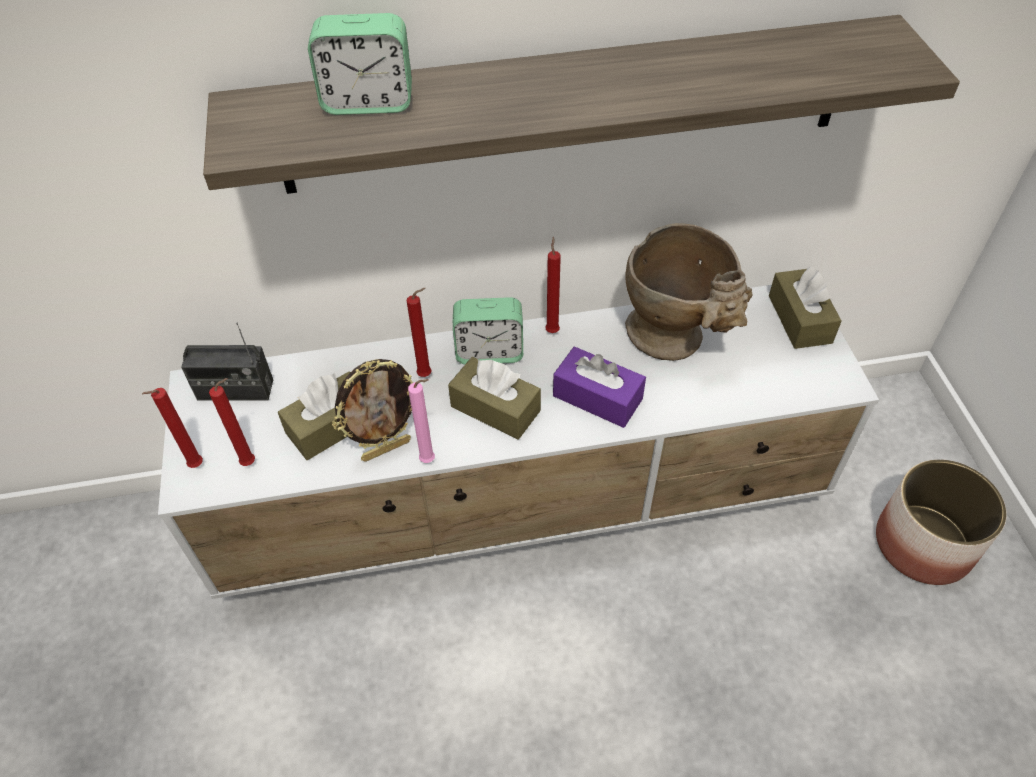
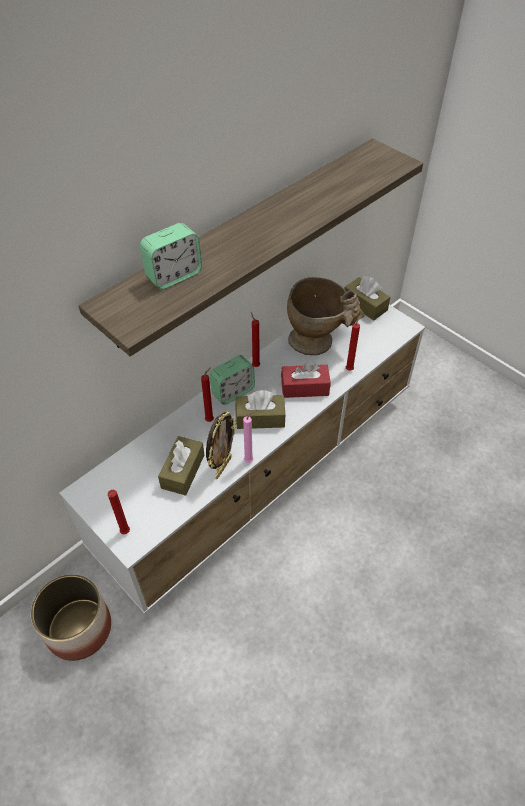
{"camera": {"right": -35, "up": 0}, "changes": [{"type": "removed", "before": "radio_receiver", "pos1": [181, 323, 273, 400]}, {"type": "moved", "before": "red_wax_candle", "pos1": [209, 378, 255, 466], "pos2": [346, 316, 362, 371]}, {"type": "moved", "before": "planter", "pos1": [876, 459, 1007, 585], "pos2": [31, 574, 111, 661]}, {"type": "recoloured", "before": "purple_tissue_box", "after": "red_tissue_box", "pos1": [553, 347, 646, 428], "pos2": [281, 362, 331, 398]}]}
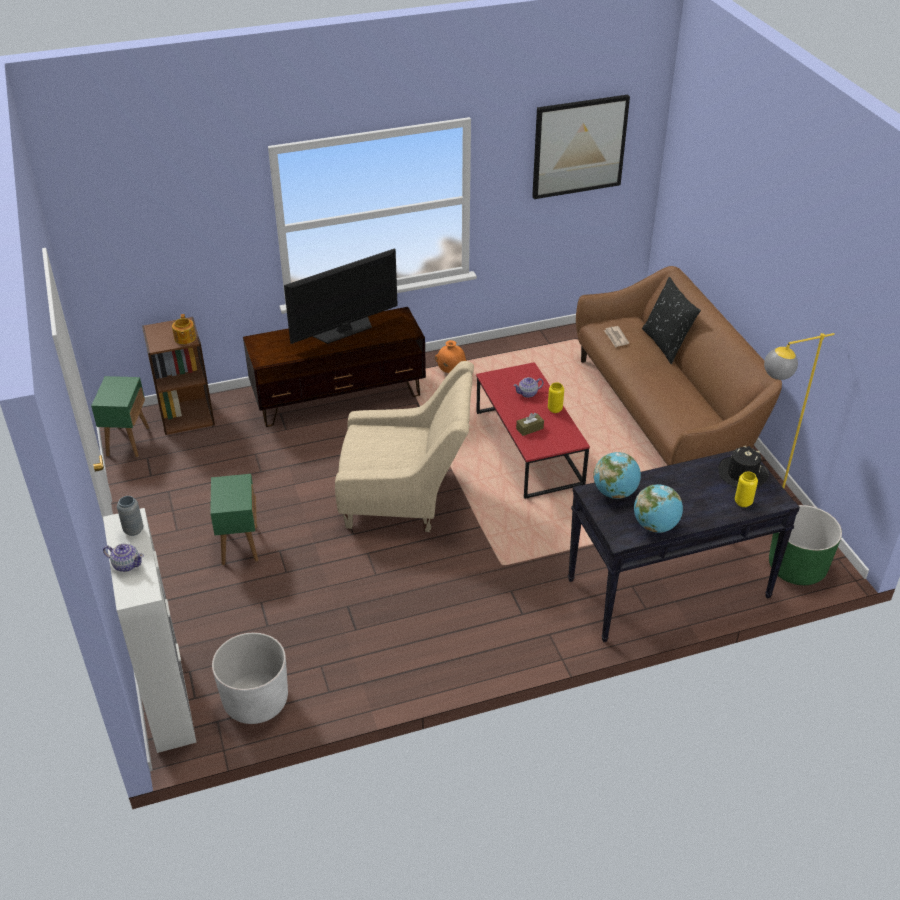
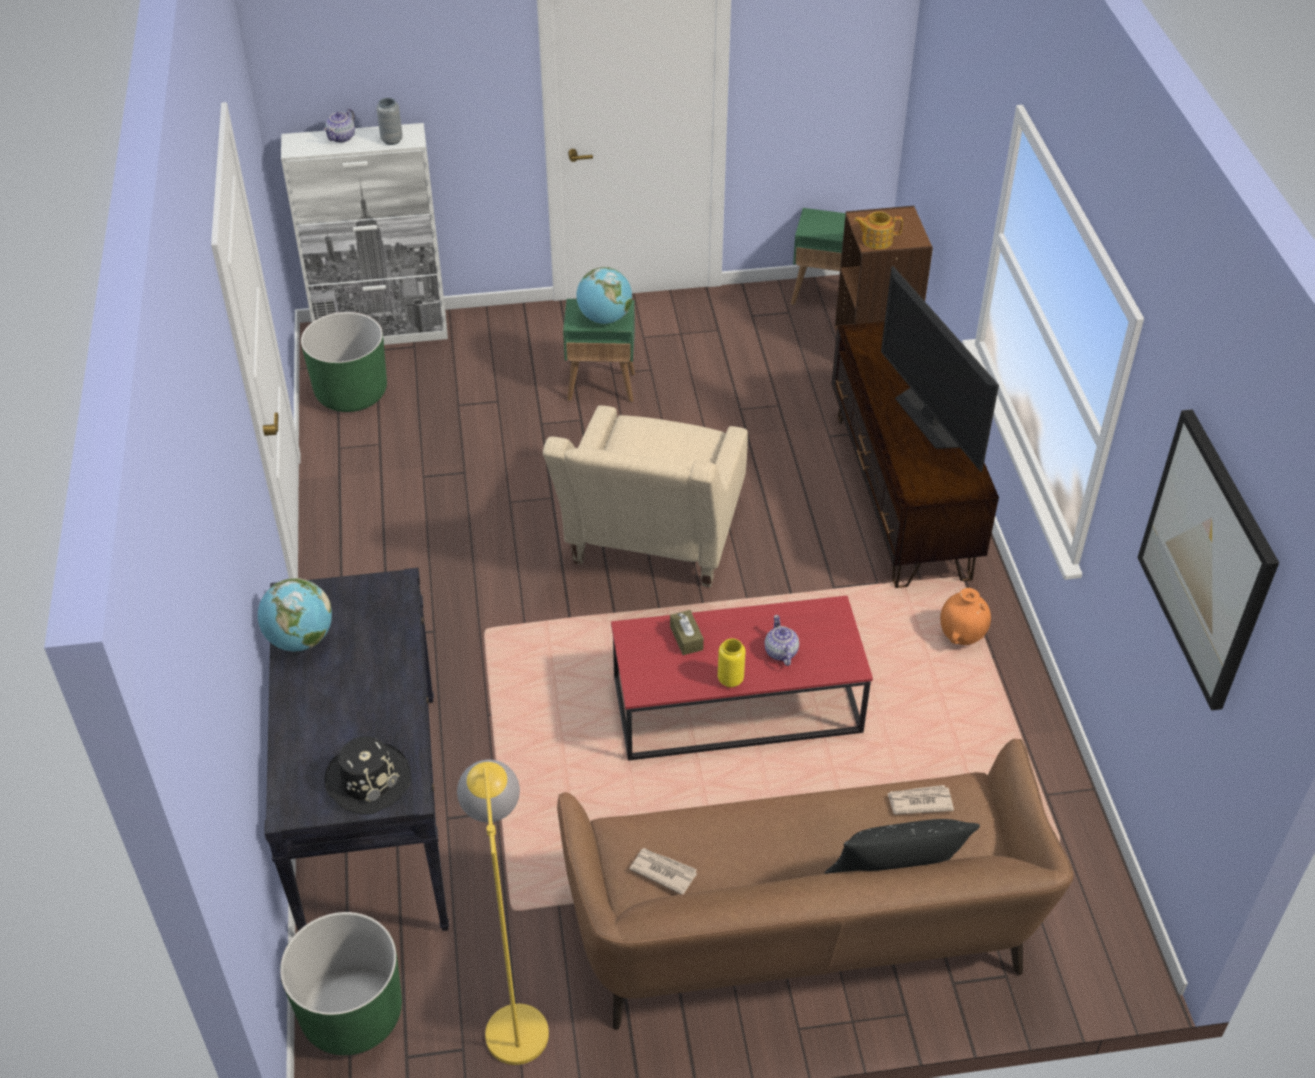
{"camera": {"right": 100, "up": 5}, "changes": [{"type": "removed", "before": "yellow-coloured_flower_vase", "pos1": [735, 471, 758, 507]}, {"type": "added", "after": "printed_paper", "pos2": [629, 848, 697, 894]}, {"type": "moved", "before": "desk_globe", "pos1": [593, 452, 641, 499], "pos2": [576, 267, 632, 324]}, {"type": "recoloured", "before": "white-coloured_planter", "after": "green_planter", "pos1": [212, 633, 288, 724], "pos2": [301, 312, 387, 412]}]}
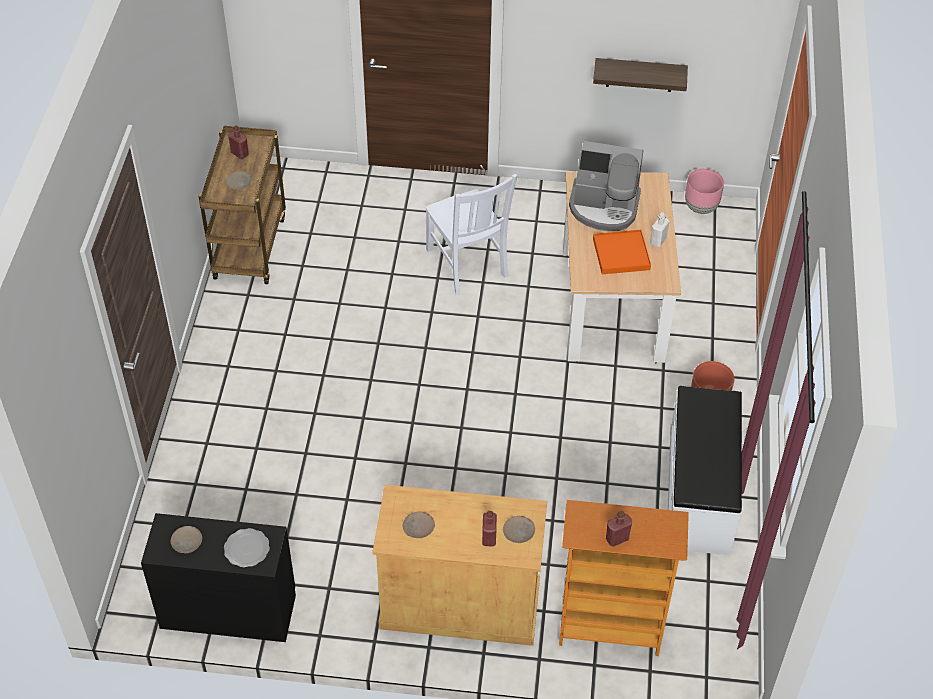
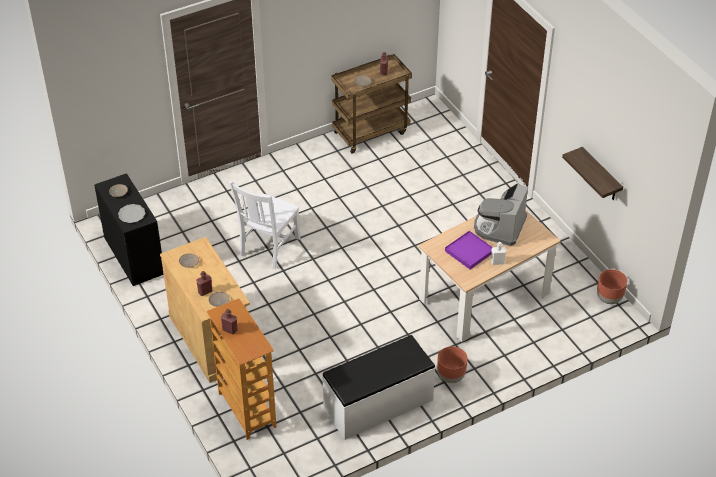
{"camera": {"right": 55, "up": -5}, "changes": [{"type": "moved", "before": "white-coloured_chair", "pos1": [425, 174, 518, 295], "pos2": [229, 181, 300, 269]}, {"type": "recoloured", "before": "orangey_tray", "after": "purple_tray", "pos1": [593, 230, 651, 274], "pos2": [445, 231, 493, 270]}, {"type": "recoloured", "before": "pink_planter", "after": "brown-coloured_planter", "pos1": [685, 168, 724, 214], "pos2": [597, 269, 627, 304]}, {"type": "turned", "before": "coffee_brewer", "pos1": [569, 141, 643, 231], "pos2": [474, 183, 528, 246], "turn": 45}]}
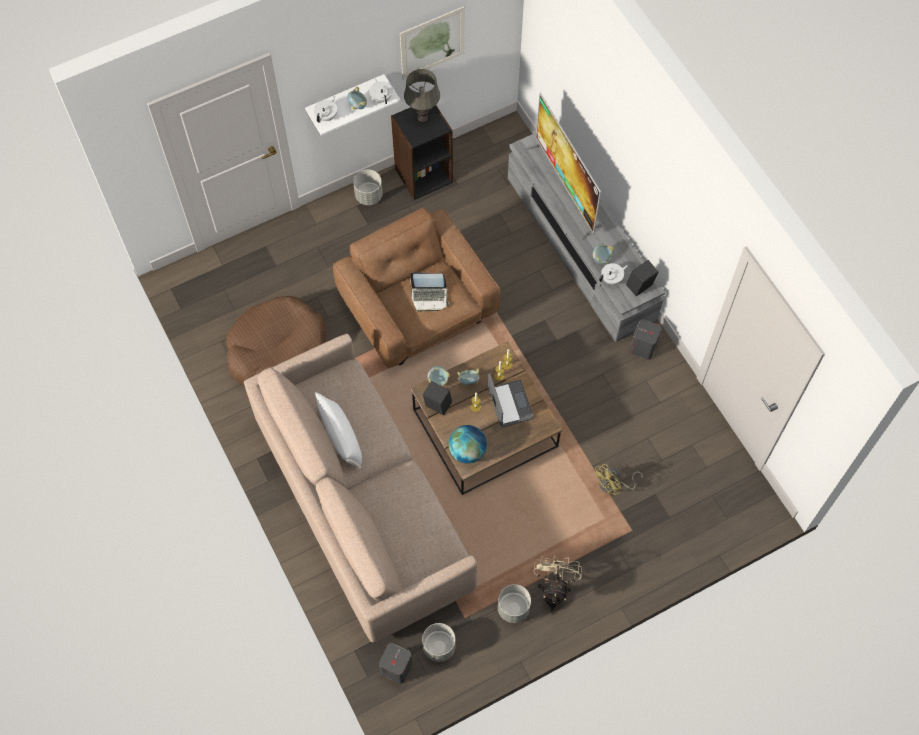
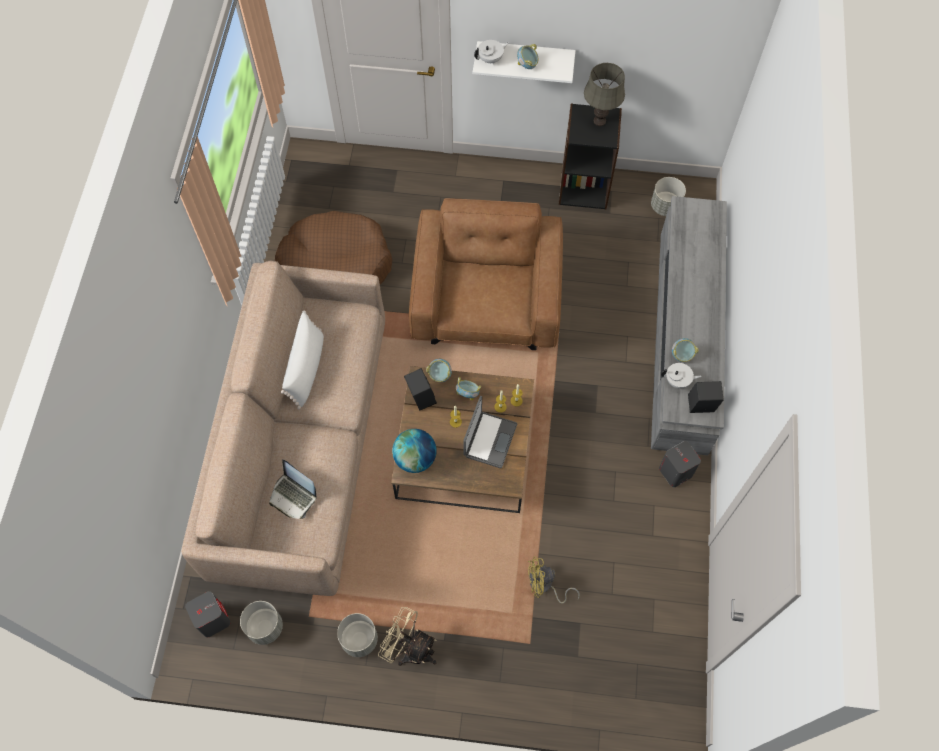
{"camera": {"right": 35, "up": 0}, "changes": [{"type": "removed", "before": "white-coloured_tea_pot", "pos1": [369, 77, 392, 104]}, {"type": "removed", "before": "wall_picture", "pos1": [400, 6, 465, 80]}, {"type": "removed", "before": "television", "pos1": [525, 93, 602, 242]}, {"type": "moved", "before": "gray_planter", "pos1": [353, 169, 383, 205], "pos2": [651, 177, 686, 216]}, {"type": "moved", "before": "portable_computer", "pos1": [410, 272, 449, 312], "pos2": [269, 459, 317, 519]}, {"type": "turned", "before": "beige-coloured_electric_fan", "pos1": [533, 555, 582, 615], "pos2": [378, 607, 437, 666], "turn": -105}]}
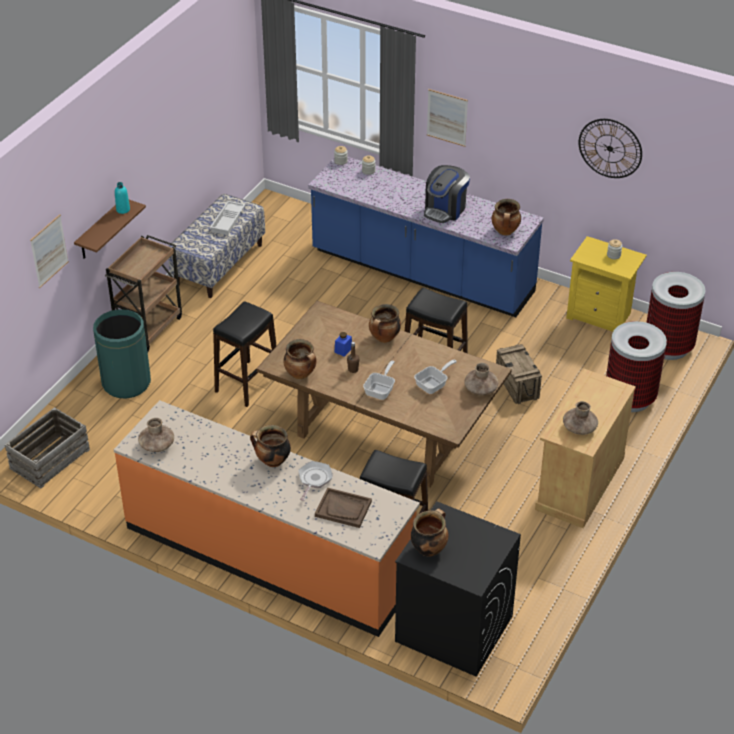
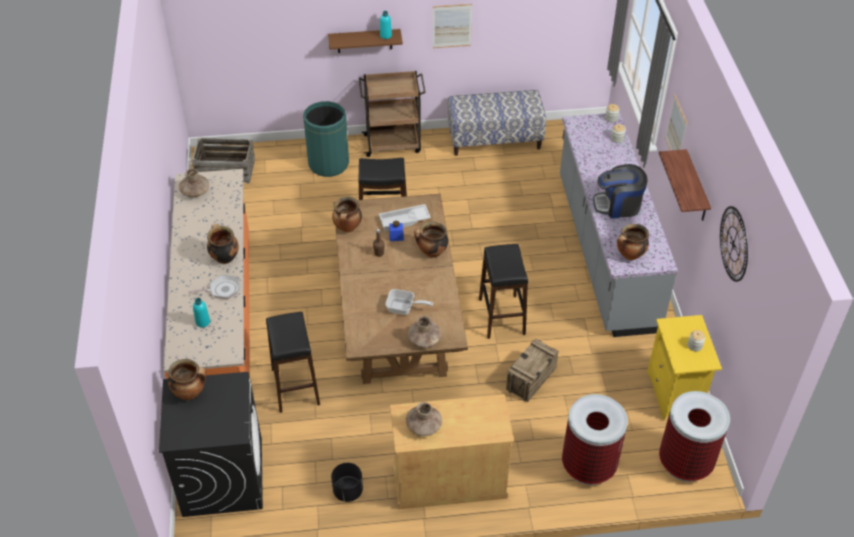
{"camera": {"right": 55, "up": 5}, "changes": [{"type": "removed", "before": "frying_pan", "pos1": [363, 361, 395, 400]}, {"type": "added", "after": "black_planter", "pos2": [331, 463, 363, 502]}, {"type": "added", "after": "shelf", "pos2": [659, 149, 711, 221]}, {"type": "moved", "before": "wall_picture", "pos1": [30, 214, 69, 288], "pos2": [432, 4, 472, 48]}, {"type": "moved", "before": "white-coloured_tray", "pos1": [210, 201, 245, 235], "pos2": [379, 204, 431, 231]}, {"type": "replaced", "before": "brown-coloured_tray", "after": "turquoise-coloured_drink_bottle", "pos1": [315, 487, 372, 528], "pos2": [193, 298, 210, 327]}, {"type": "recoloured", "before": "bluish_kitchen_base_unit", "after": "gray_kitchen_base_unit", "pos1": [308, 157, 544, 317], "pos2": [560, 112, 678, 337]}]}
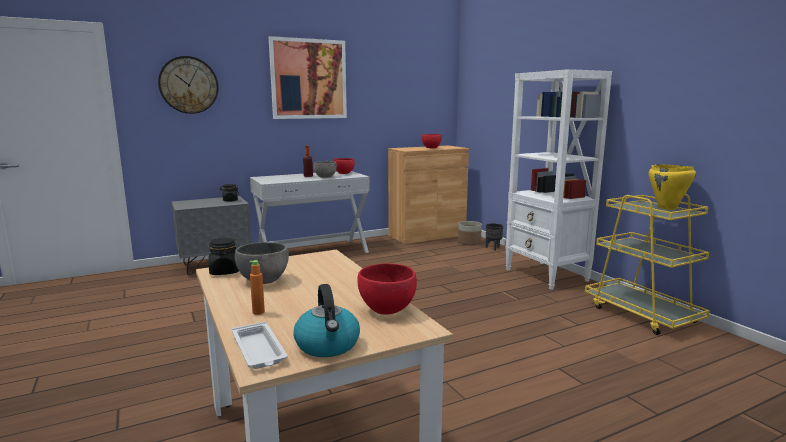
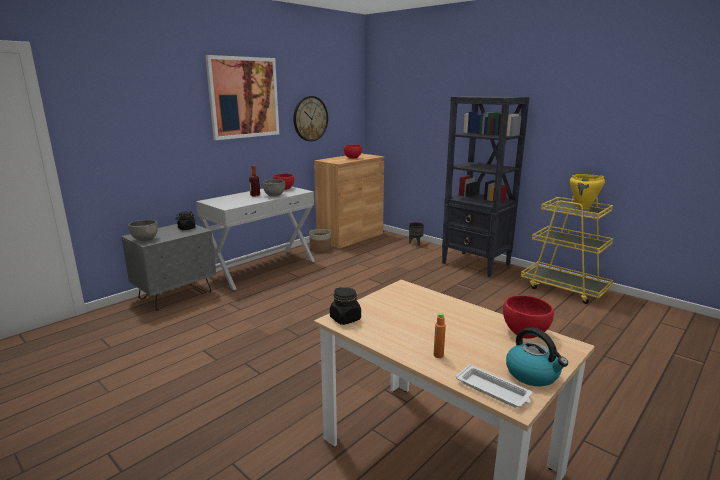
{"camera": {"right": -20, "up": 5}, "changes": [{"type": "moved", "before": "wall_clock", "pos1": [158, 56, 219, 114], "pos2": [293, 96, 328, 141]}, {"type": "moved", "before": "gray_bowl", "pos1": [235, 242, 289, 284], "pos2": [128, 220, 158, 241]}, {"type": "moved", "before": "planter", "pos1": [458, 221, 482, 245], "pos2": [309, 229, 331, 253]}, {"type": "recoloured", "before": "white-coloured_bookcase", "after": "black_bookcase", "pos1": [505, 69, 612, 290], "pos2": [442, 96, 530, 277]}]}
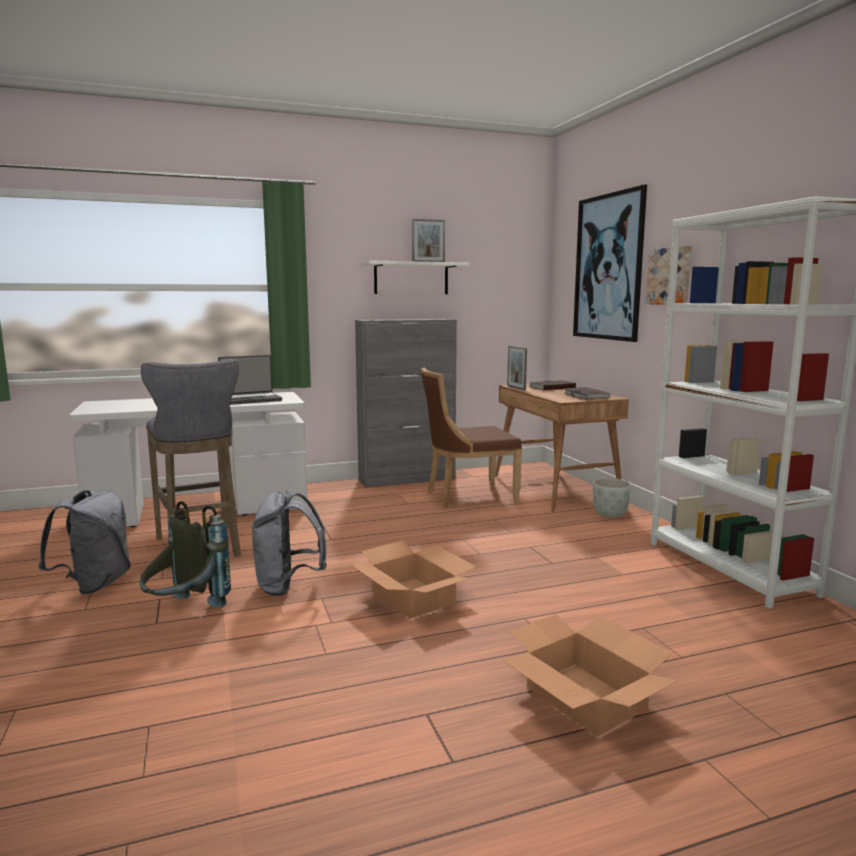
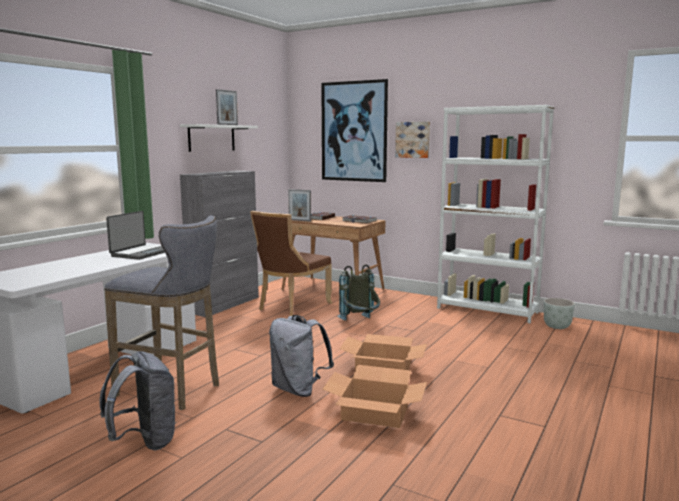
{"camera": {"right": -40, "up": 0}, "changes": [{"type": "moved", "before": "gray_rucksack", "pos1": [140, 501, 231, 608], "pos2": [338, 264, 380, 321]}, {"type": "moved", "before": "packing_box", "pos1": [503, 614, 678, 736], "pos2": [323, 365, 427, 428]}, {"type": "moved", "before": "gray_planter", "pos1": [593, 478, 631, 518], "pos2": [544, 298, 575, 329]}]}
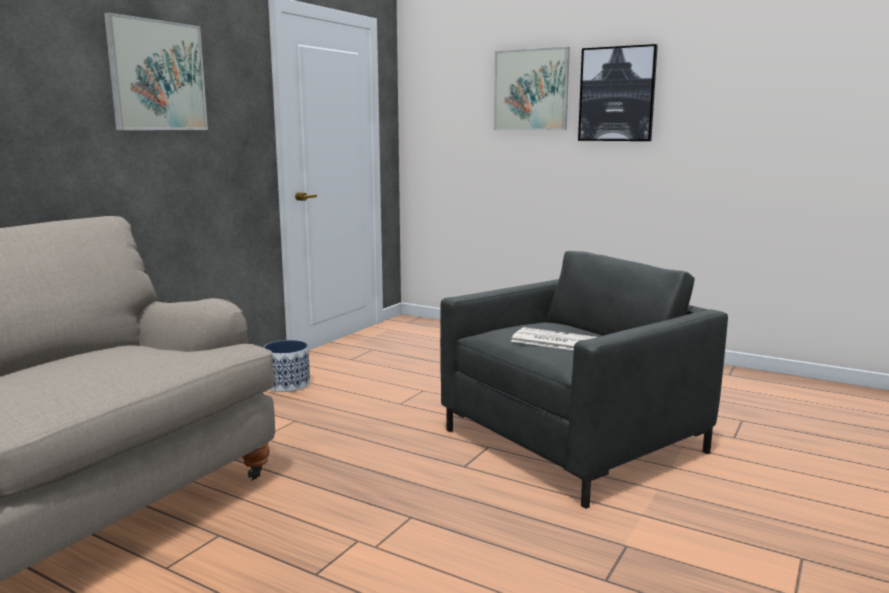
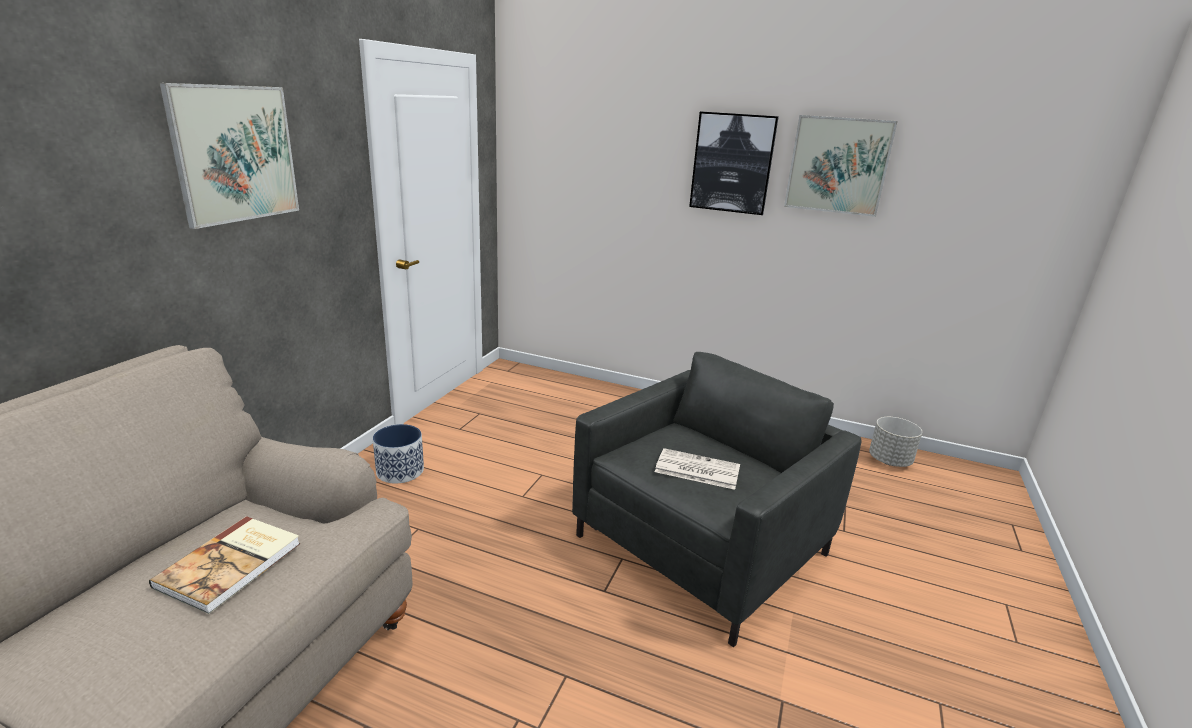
{"camera": {"right": -10, "up": 10}, "changes": [{"type": "added", "after": "bound_book", "pos2": [149, 516, 300, 614]}, {"type": "added", "after": "gray_planter", "pos2": [869, 417, 922, 467]}, {"type": "moved", "before": "wall_picture", "pos1": [494, 47, 570, 130], "pos2": [784, 115, 898, 217]}]}
